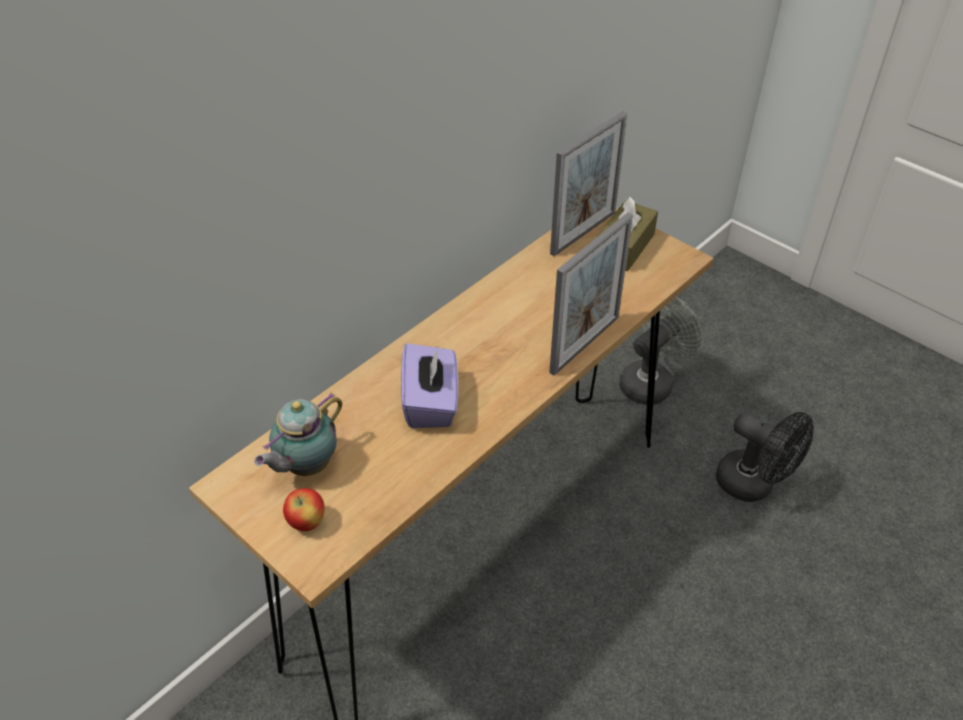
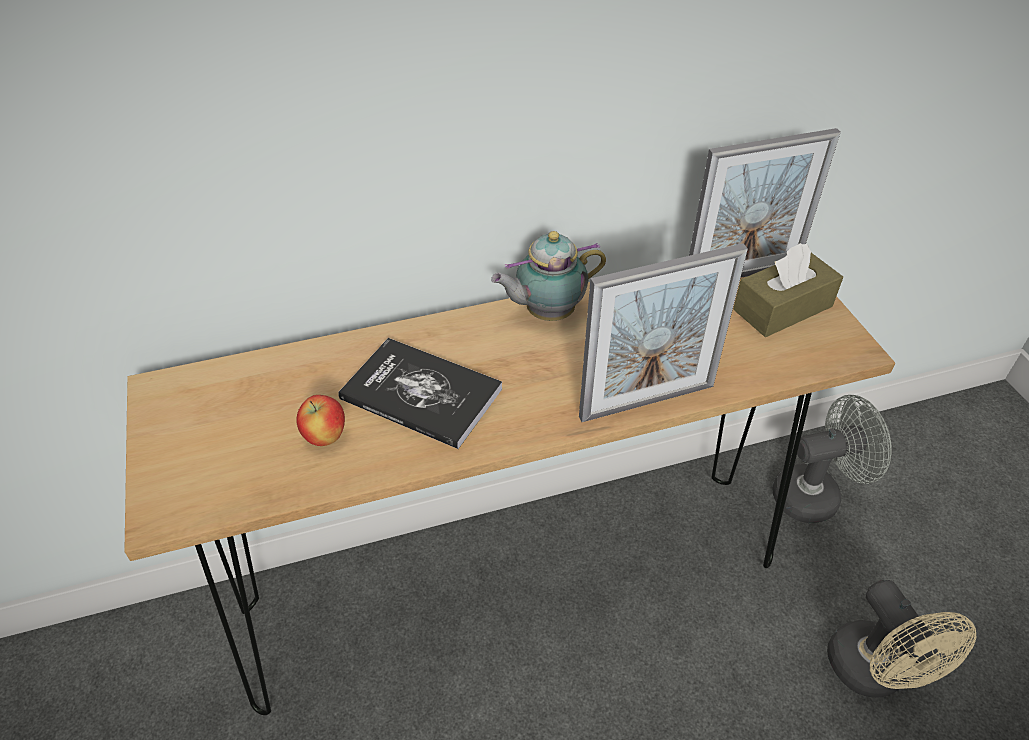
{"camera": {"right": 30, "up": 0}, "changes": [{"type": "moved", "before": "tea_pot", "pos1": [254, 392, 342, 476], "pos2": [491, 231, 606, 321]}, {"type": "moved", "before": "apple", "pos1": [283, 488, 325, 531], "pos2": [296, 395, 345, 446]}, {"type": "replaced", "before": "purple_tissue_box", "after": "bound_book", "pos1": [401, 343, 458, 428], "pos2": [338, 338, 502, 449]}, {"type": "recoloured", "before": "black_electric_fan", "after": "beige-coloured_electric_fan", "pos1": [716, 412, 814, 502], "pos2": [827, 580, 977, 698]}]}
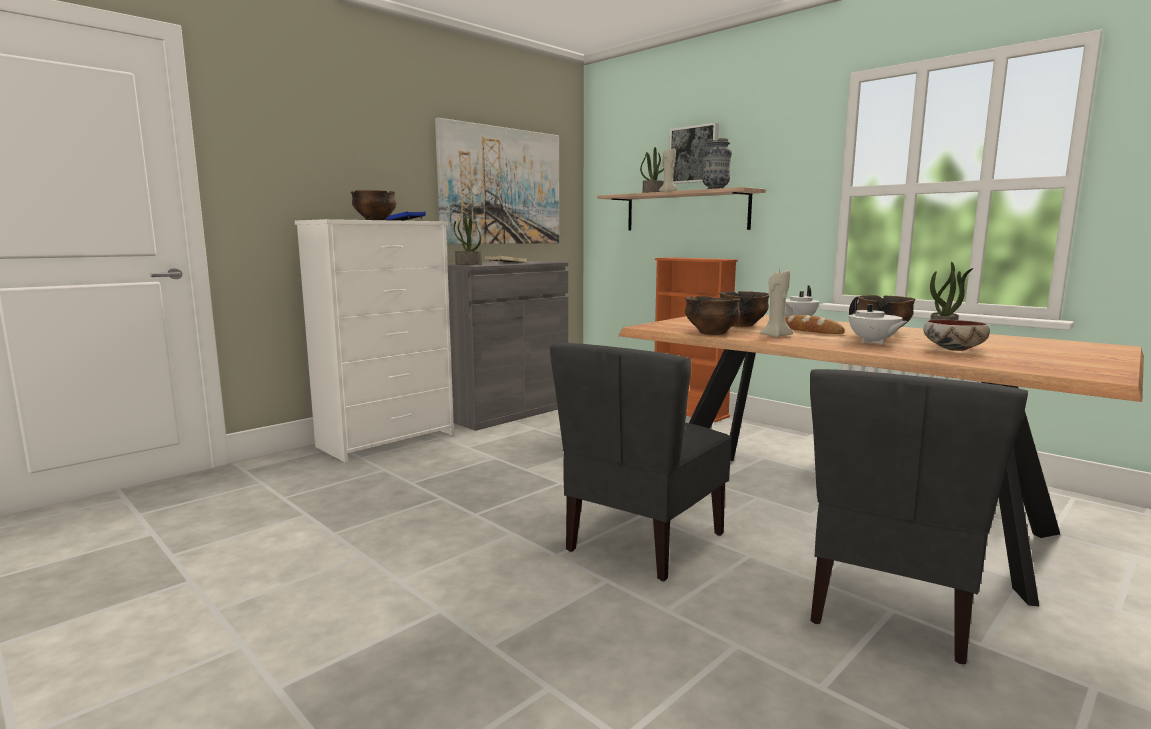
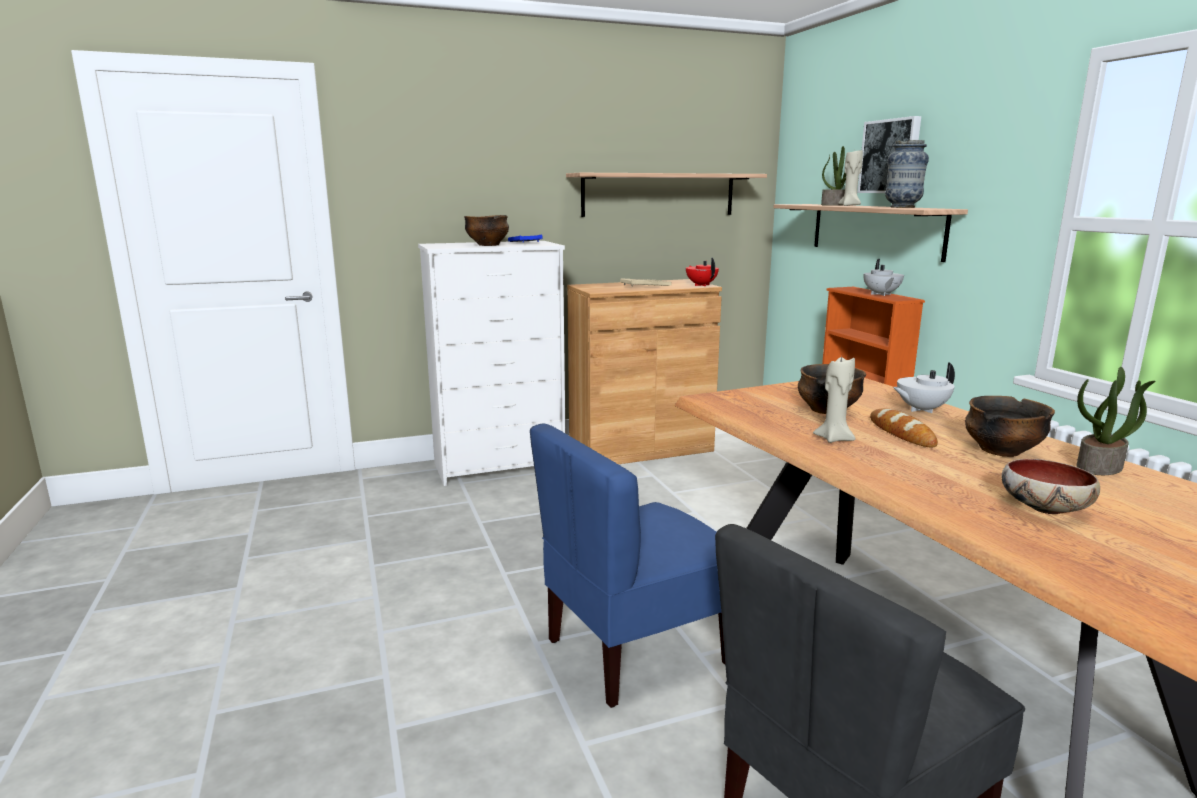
{"camera": {"right": 25, "up": 5}, "changes": [{"type": "removed", "before": "houseplant", "pos1": [453, 215, 482, 265]}, {"type": "removed", "before": "bowl", "pos1": [685, 296, 740, 335]}, {"type": "added", "after": "red_tea_pot", "pos2": [686, 258, 719, 286]}, {"type": "moved", "before": "white-coloured_tea_pot", "pos1": [849, 297, 907, 344], "pos2": [863, 259, 904, 296]}, {"type": "replaced", "before": "wall_picture", "after": "shelf", "pos1": [435, 118, 559, 244], "pos2": [566, 173, 767, 217]}, {"type": "recoloured", "before": "gray_cabinet", "after": "brown-coloured_cabinet", "pos1": [448, 261, 568, 431], "pos2": [567, 279, 722, 464]}, {"type": "recoloured", "before": "gray_chair", "after": "bluish_chair", "pos1": [550, 343, 731, 581], "pos2": [530, 424, 725, 708]}]}
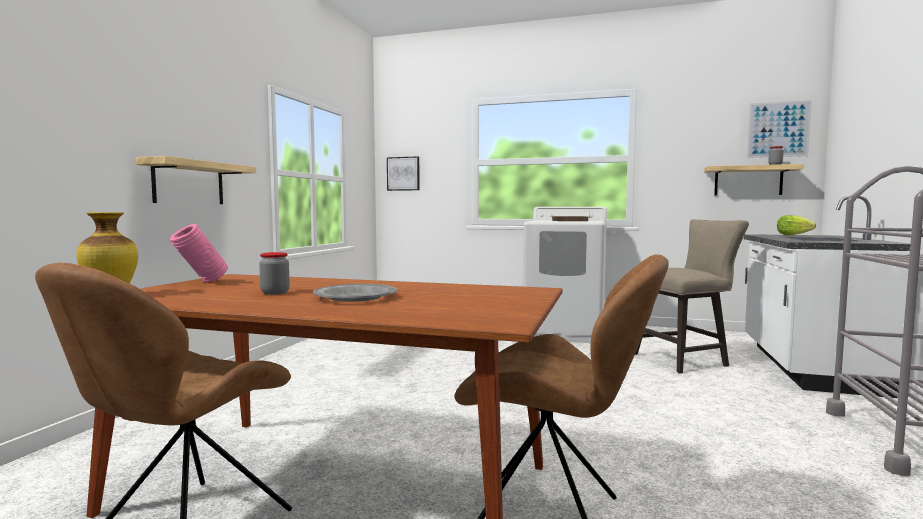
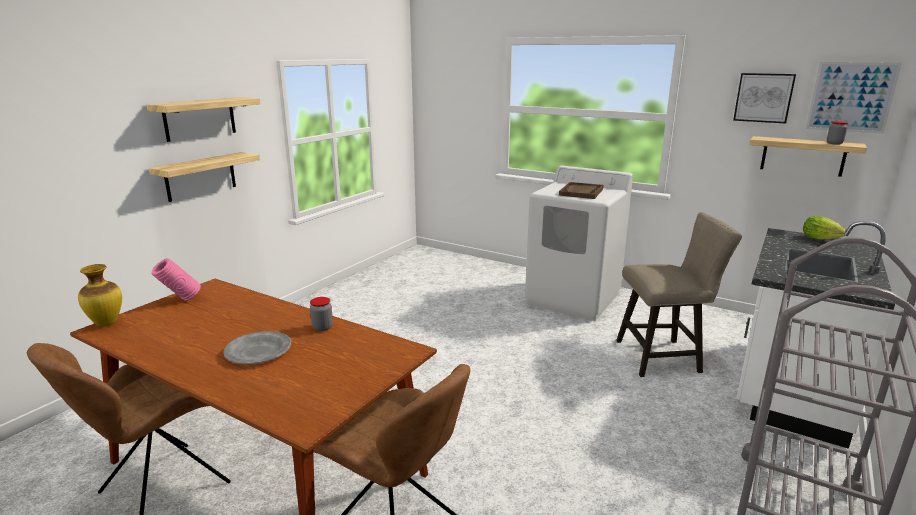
{"camera": {"right": 15, "up": 15}, "changes": [{"type": "added", "after": "shelf", "pos2": [147, 97, 260, 142]}, {"type": "moved", "before": "jar", "pos1": [259, 252, 290, 295], "pos2": [310, 297, 333, 331]}, {"type": "moved", "before": "wall_picture", "pos1": [387, 156, 420, 191], "pos2": [733, 73, 796, 123]}]}
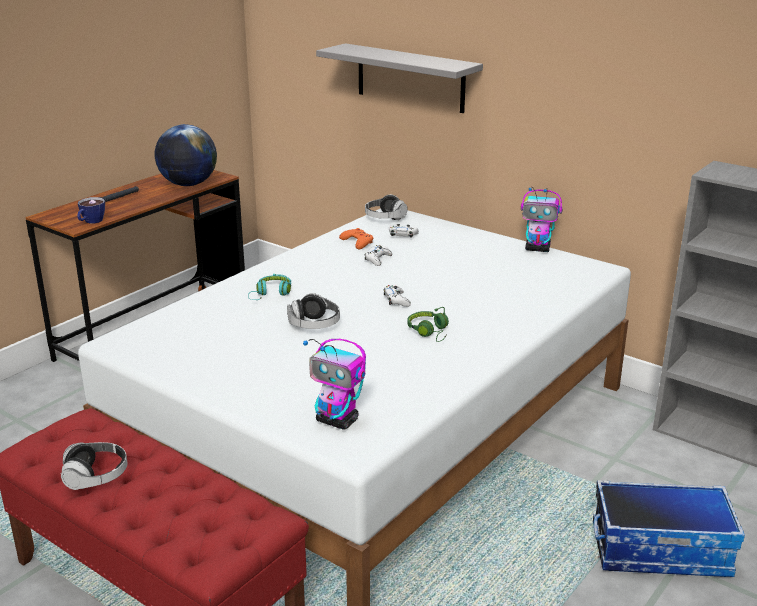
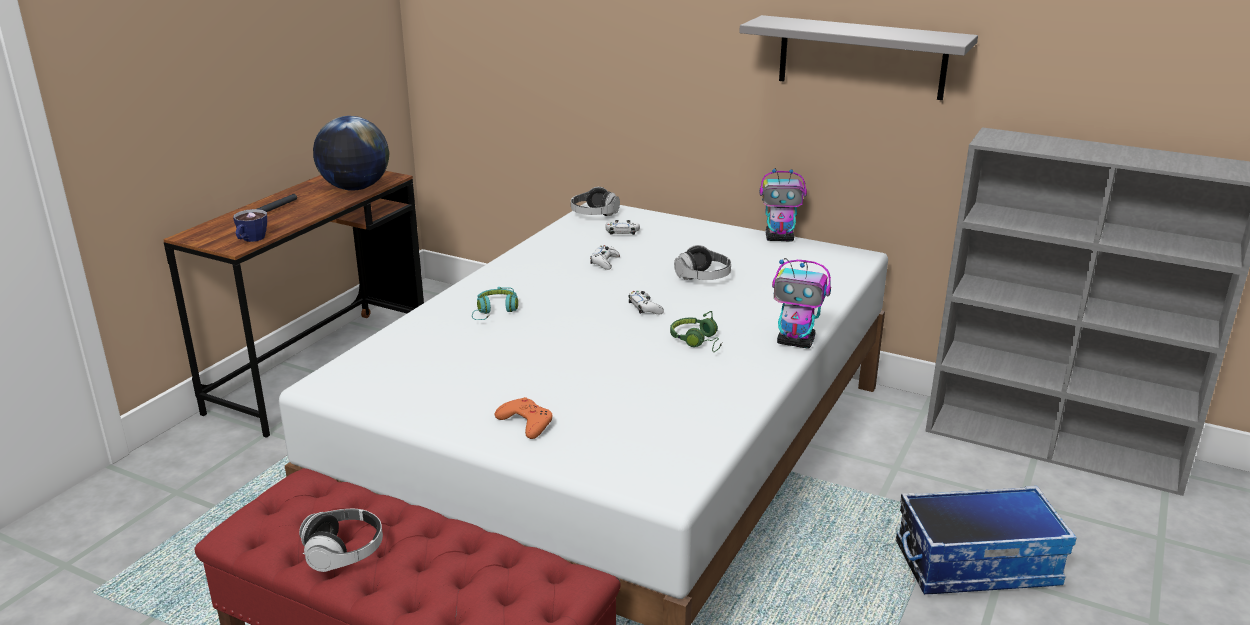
{"camera": {"right": -10, "up": 0}, "changes": [{"type": "moved", "before": "pair_of_headphones", "pos1": [287, 293, 340, 329], "pos2": [674, 245, 731, 280]}, {"type": "moved", "before": "robot_figure", "pos1": [303, 339, 366, 430], "pos2": [772, 258, 831, 349]}, {"type": "moved", "before": "gray_shelf", "pos1": [316, 43, 483, 113], "pos2": [739, 15, 978, 100]}, {"type": "moved", "before": "orangey_joypad", "pos1": [339, 228, 373, 249], "pos2": [495, 397, 553, 439]}]}
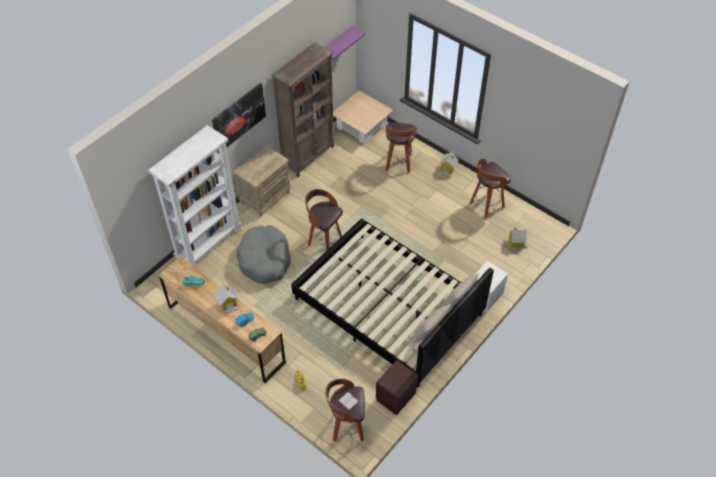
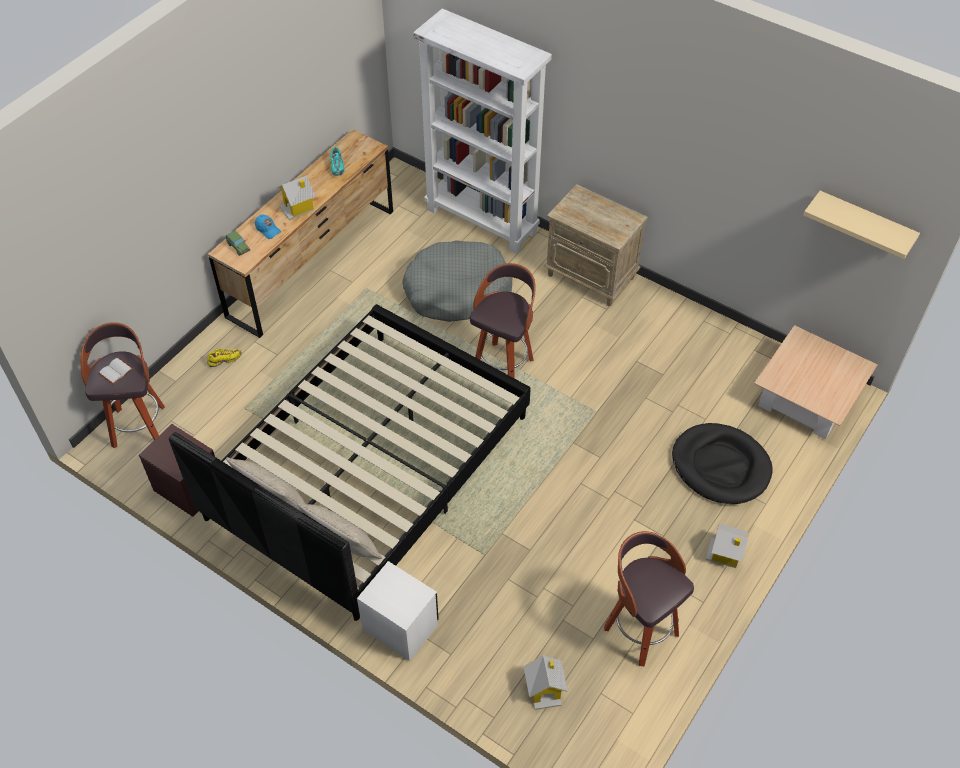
{"camera": {"right": 85, "up": 0}, "changes": [{"type": "removed", "before": "wall_picture", "pos1": [212, 83, 266, 152]}, {"type": "removed", "before": "brown-coloured_bookcase", "pos1": [271, 42, 334, 177]}, {"type": "replaced", "before": "stool_seat", "after": "black_dog_bed", "pos1": [386, 123, 417, 173], "pos2": [672, 423, 773, 504]}, {"type": "recoloured", "before": "purple_shelf", "after": "beige-coloured_shelf", "pos1": [325, 26, 366, 60], "pos2": [803, 191, 920, 259]}]}
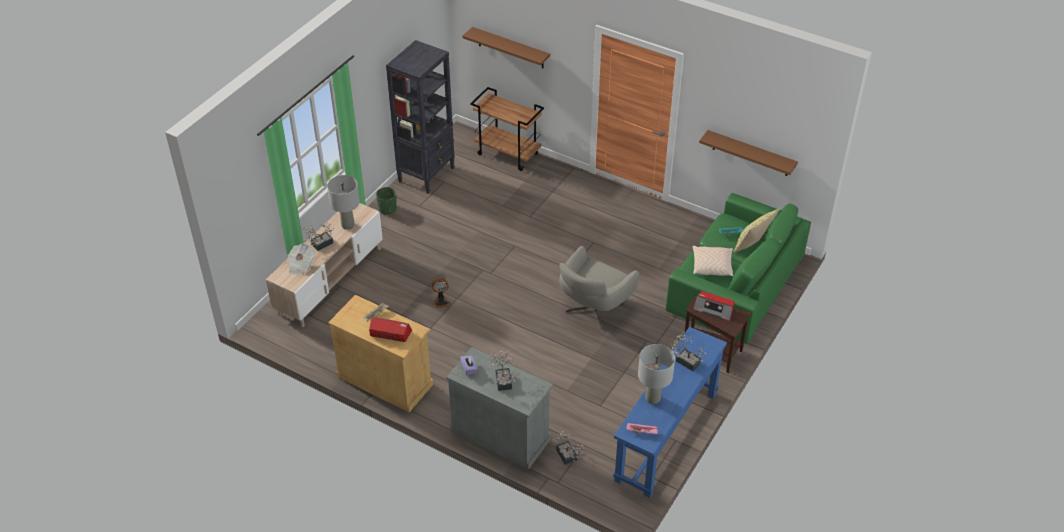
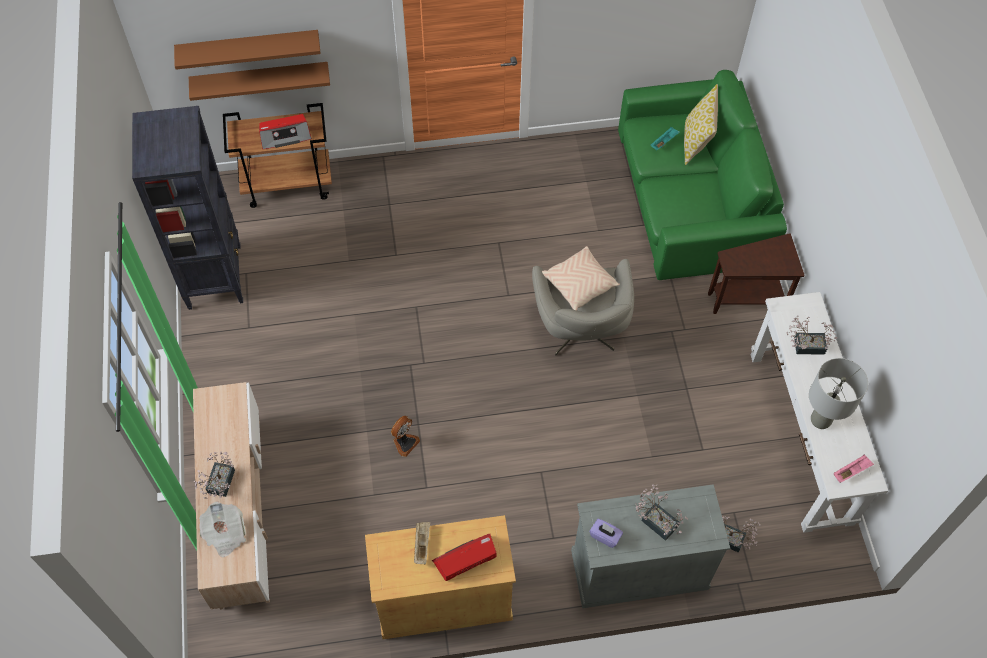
{"camera": {"right": -40, "up": 15}, "changes": [{"type": "removed", "before": "gray_lamp_for_a_table", "pos1": [327, 175, 360, 230]}, {"type": "removed", "before": "green_planter", "pos1": [376, 187, 397, 215]}, {"type": "moved", "before": "beige-coloured_pillow", "pos1": [693, 246, 734, 276], "pos2": [542, 246, 620, 310]}, {"type": "moved", "before": "radio_receiver", "pos1": [693, 291, 735, 321], "pos2": [259, 114, 312, 149]}, {"type": "moved", "before": "brown-coloured_shelf", "pos1": [699, 130, 798, 176], "pos2": [189, 62, 330, 101]}, {"type": "recoloured", "before": "bluish_hall_table", "after": "white-coloured_hall_table", "pos1": [613, 327, 727, 498], "pos2": [751, 292, 888, 533]}]}
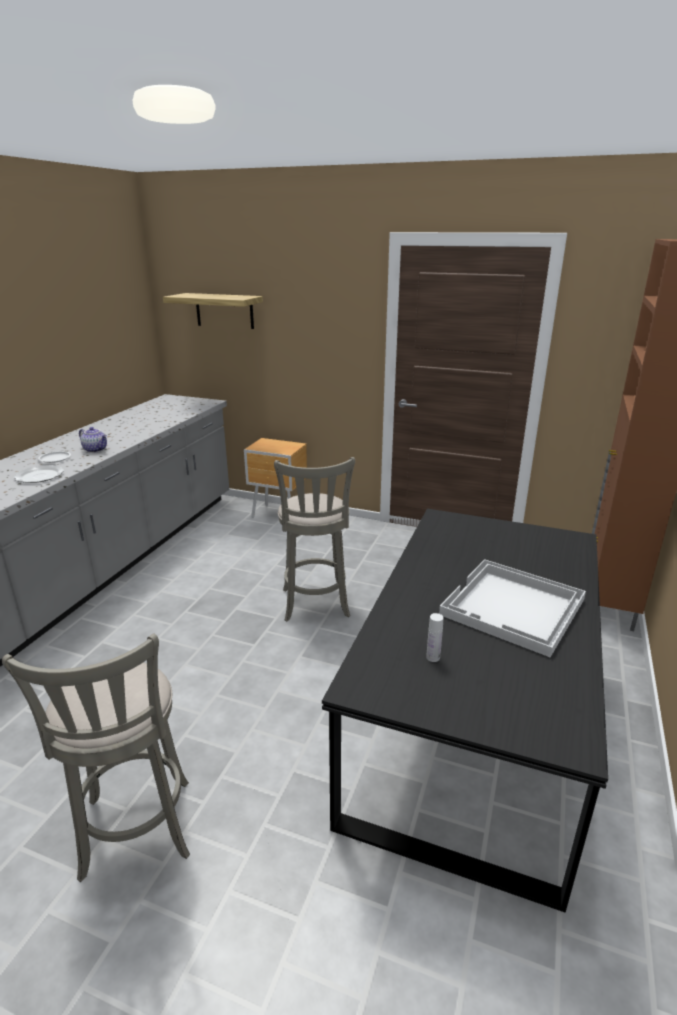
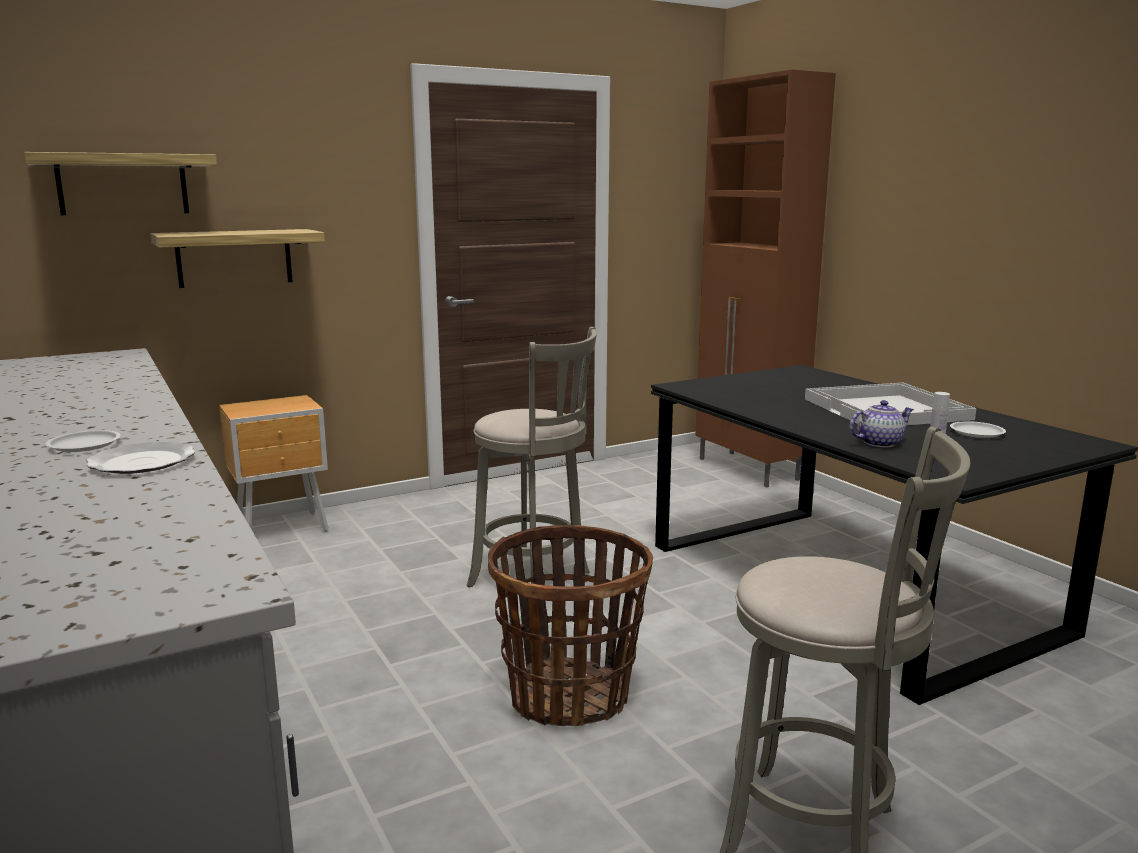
{"camera": {"right": -50, "up": -10}, "changes": [{"type": "added", "after": "shelf", "pos2": [150, 229, 325, 288]}, {"type": "added", "after": "basket", "pos2": [488, 525, 653, 726]}, {"type": "added", "after": "white-coloured_flat_dish", "pos2": [950, 421, 1006, 438]}, {"type": "moved", "before": "tea_pot", "pos1": [79, 427, 107, 453], "pos2": [850, 400, 914, 448]}]}
